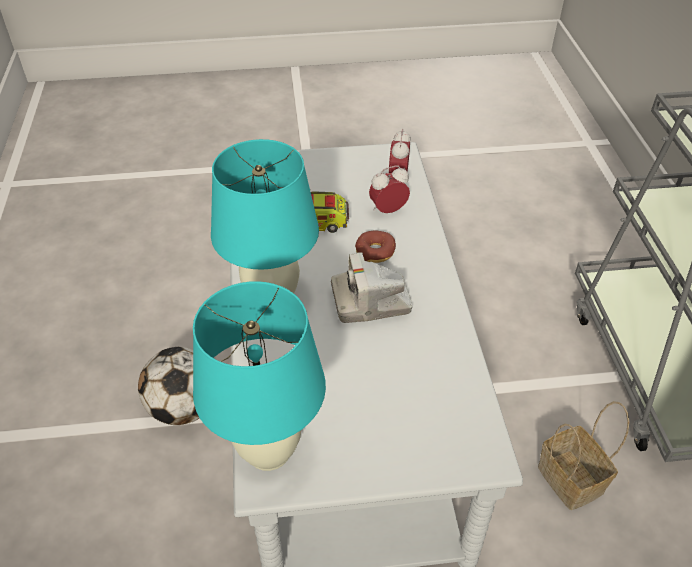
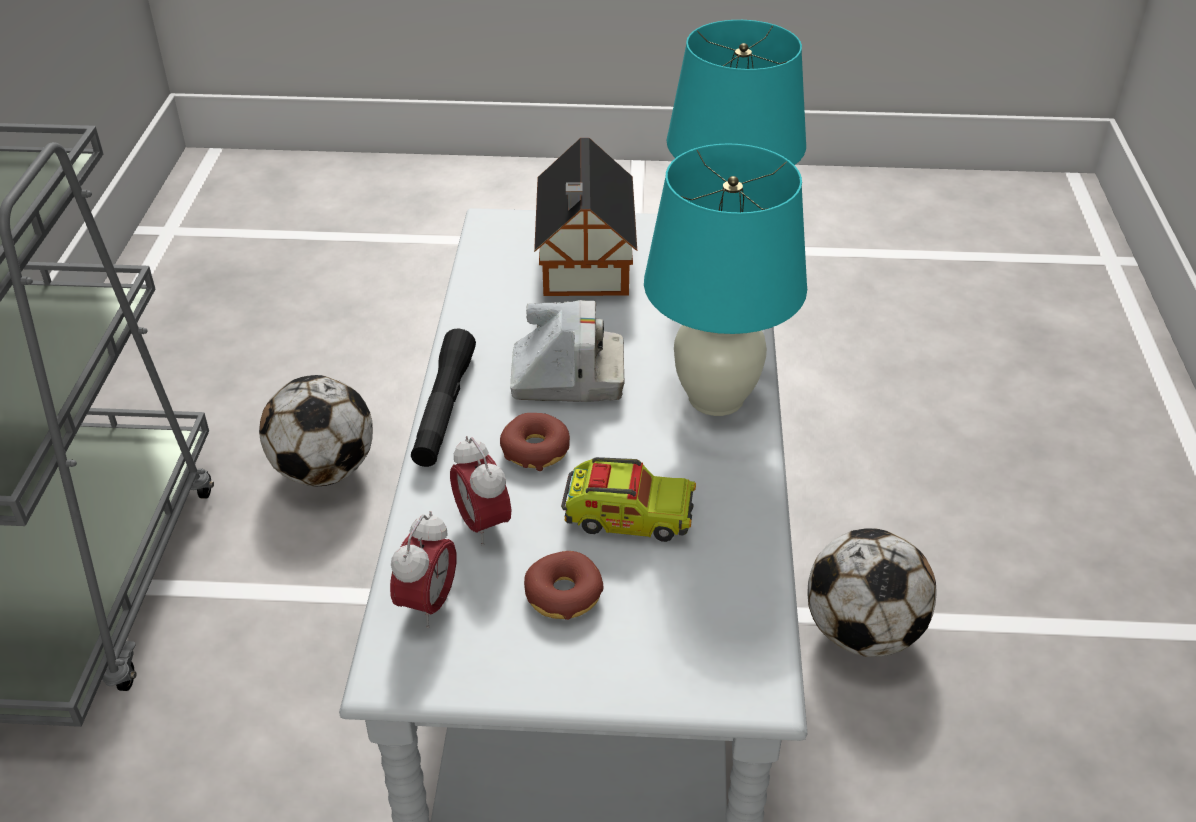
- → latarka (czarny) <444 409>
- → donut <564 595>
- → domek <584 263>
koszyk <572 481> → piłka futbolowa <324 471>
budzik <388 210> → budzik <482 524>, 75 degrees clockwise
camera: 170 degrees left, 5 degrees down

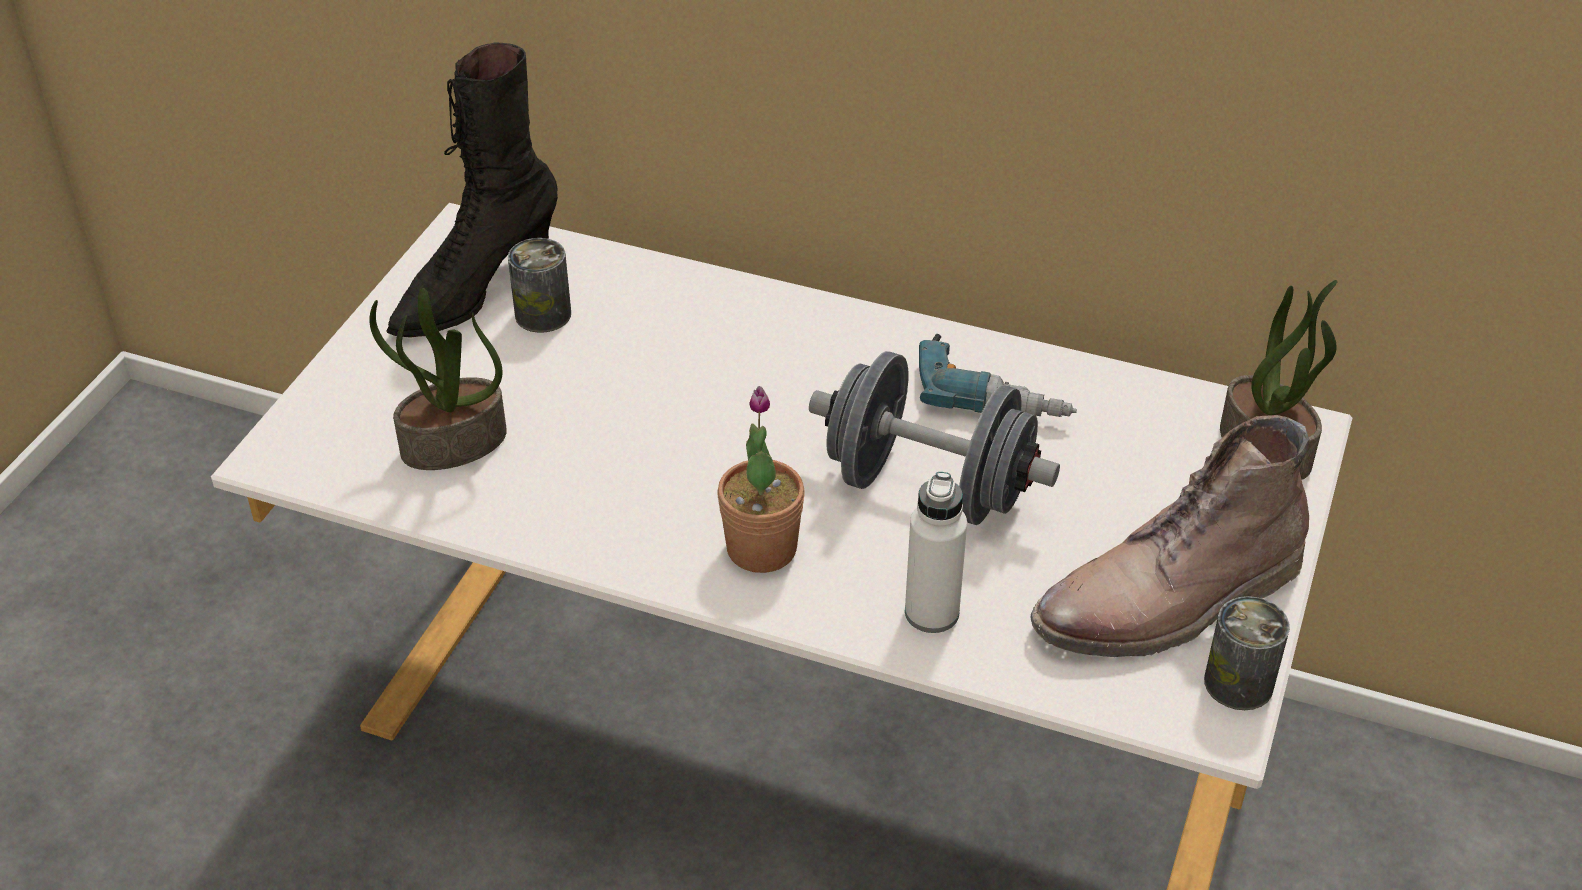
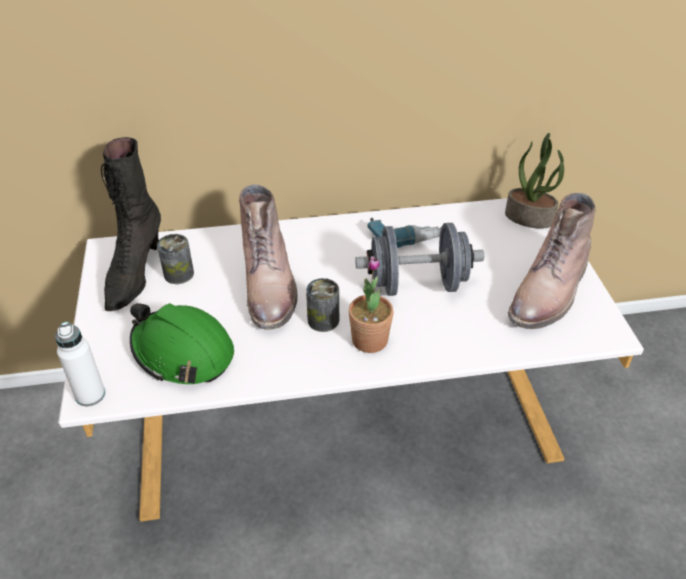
- → but z cholewką (brązowy) <270 285>
butelka (biały) <931 613> → butelka (biały) <90 395>, move
puszka <1238 683> → puszka <323 320>, move
roślina doniczkowa <453 445> → kask (zielony) <182 352>
camera: 30 degrees left, 0 degrees up

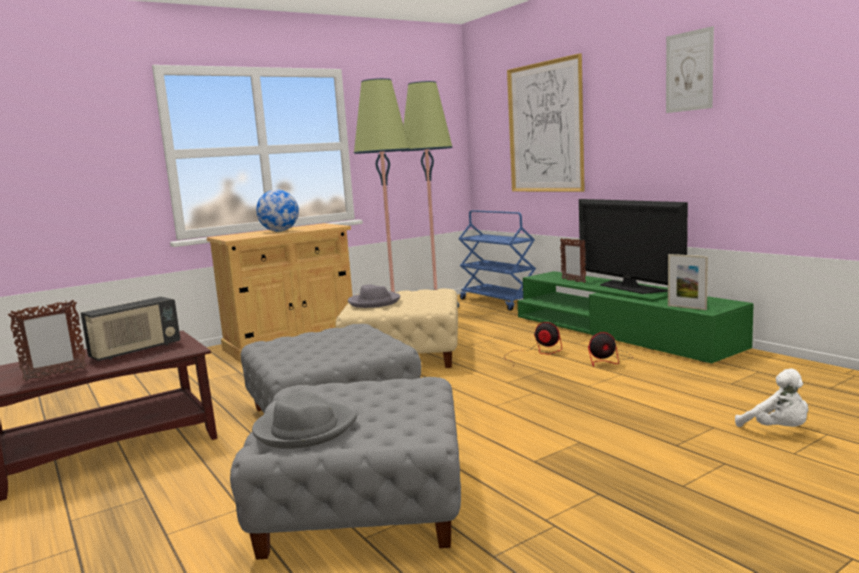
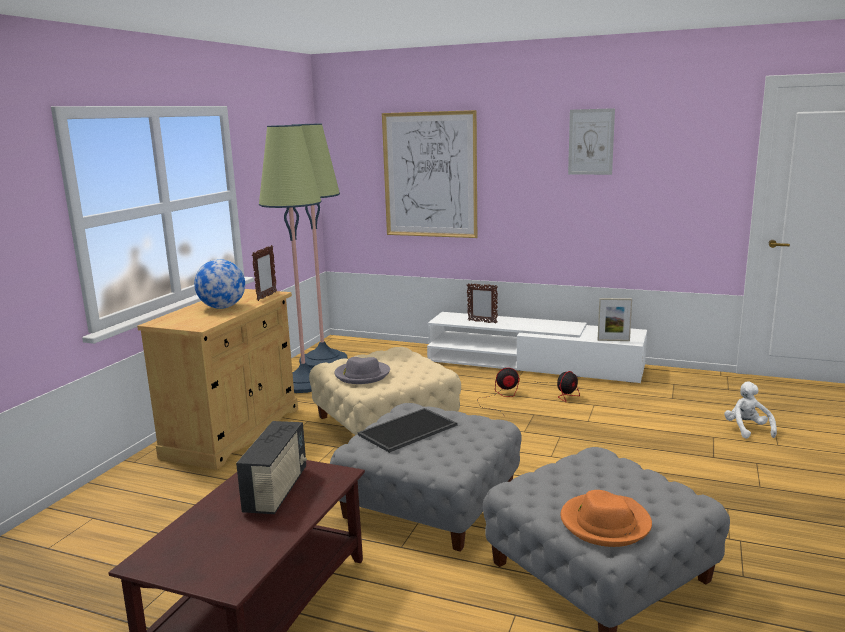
wózek (niebieski) <498 302> → -
telewizor <630 287> → -
- → taca <408 431>
ramka na zdjęcie <55 375> → ramka na zdjęcie <266 296>, move
kapelusz (szary) <304 429> → kapelusz (pomarańczowy) <605 523>
szafka pod telewizor (zielony) <619 332> → szafka pod telewizor (biały) <533 364>
pluszak (biały) <777 430> → pluszak (biały) <747 429>, 120 degrees counterclockwise
camera: 35 degrees left, 5 degrees up

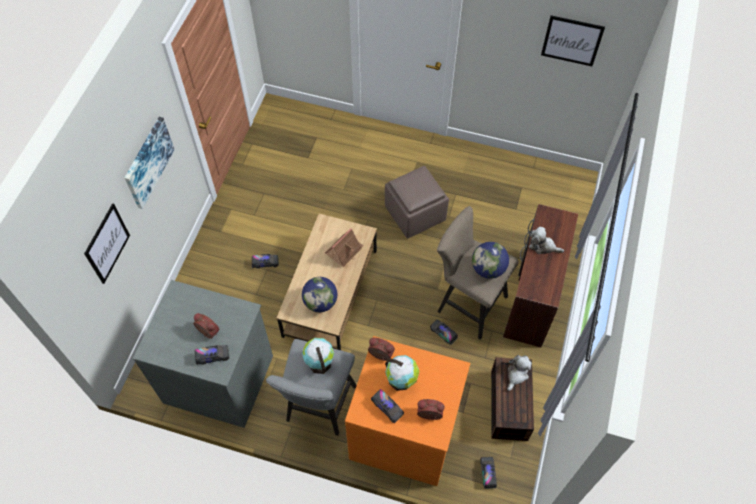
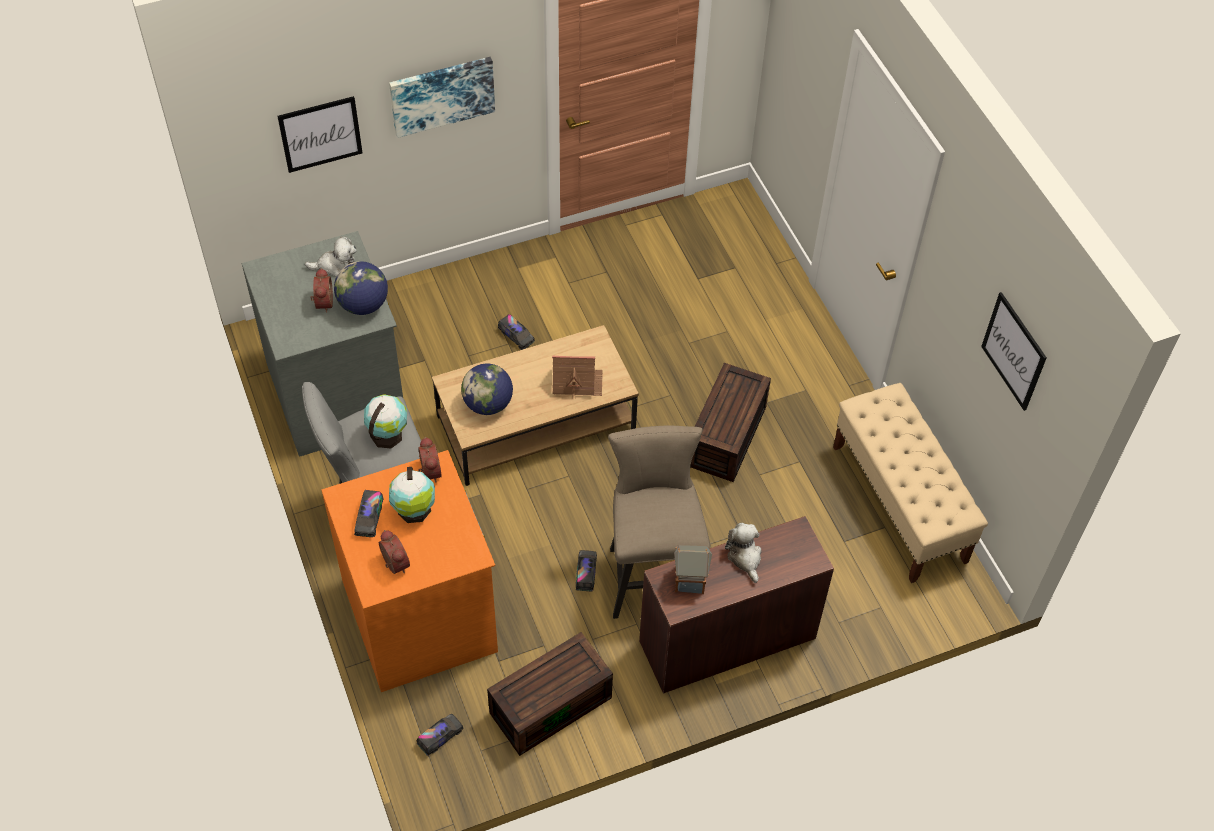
ciężarówka zabawkowa <212 356> → -
- → domek <690 580>
- → ławka (beżowy) <899 504>
globus <488 269> → globus <363 305>, move
pluszak <516 374> → pluszak <336 266>, move
pufa (brązowy) <415 214> → pojemnik do przechowywania (brązowy) <727 437>
camera: 50 degrees right, 5 degrees down

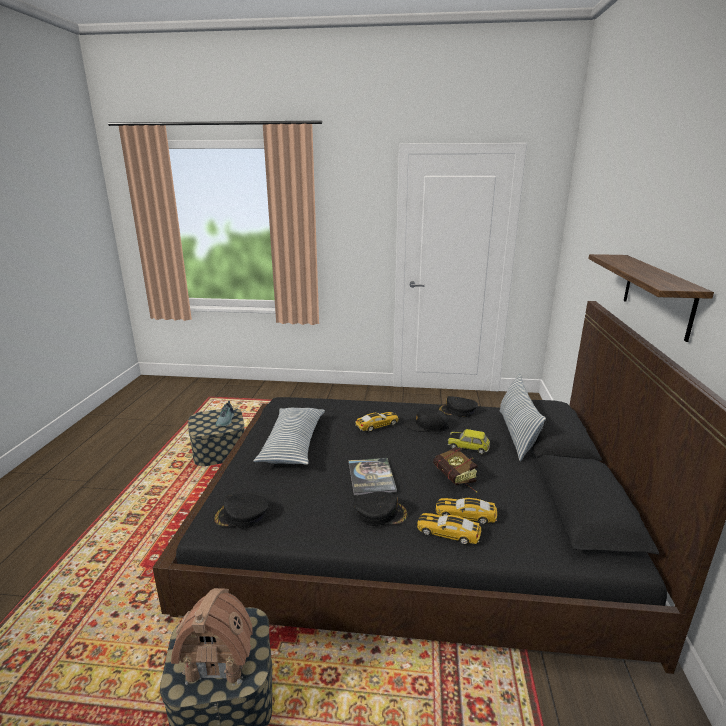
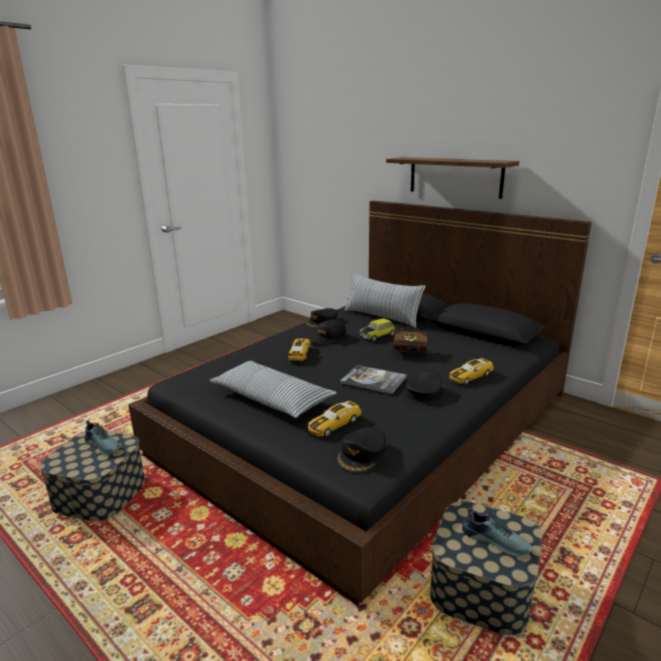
samochodzik <465 515> → samochodzik <334 424>, move
domek <219 658> → but <496 540>
camera: 55 degrees left, 0 degrees up

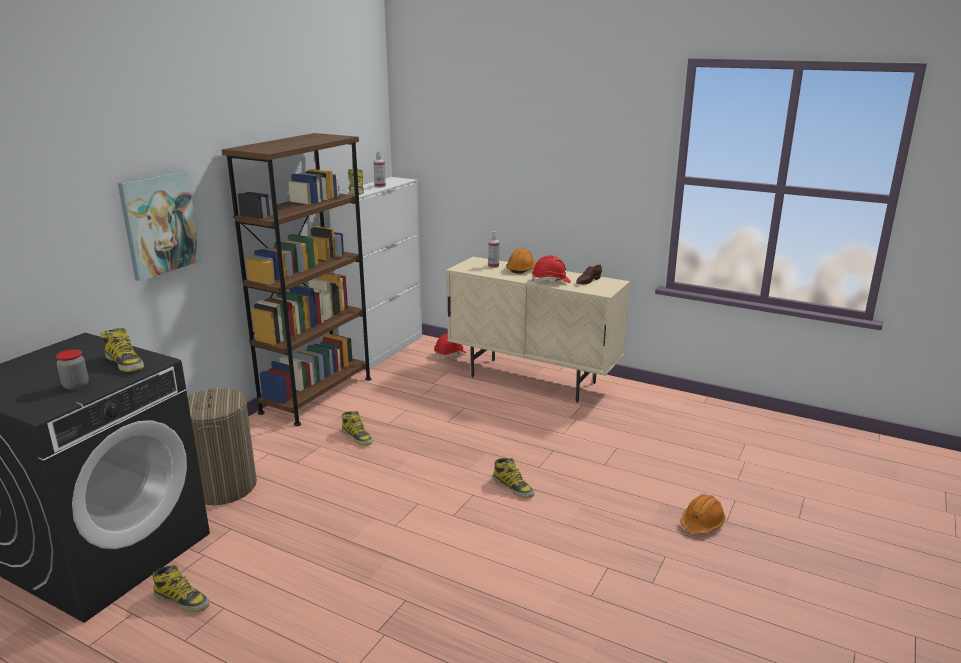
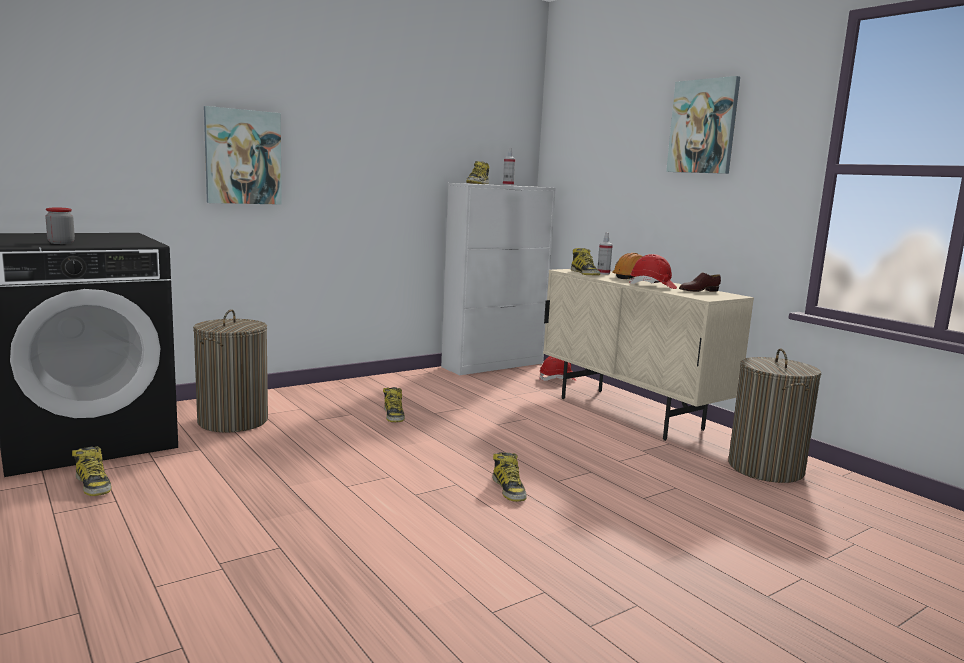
regał (brązowy) <317 395> → -
kask (pomarańczowy) <702 523> → -
- → obraz <703 126>
- → kosz na pranie <765 468>
but z cholewką <125 363> → but z cholewką <585 273>, move
camera: 25 degrees right, 10 degrees down

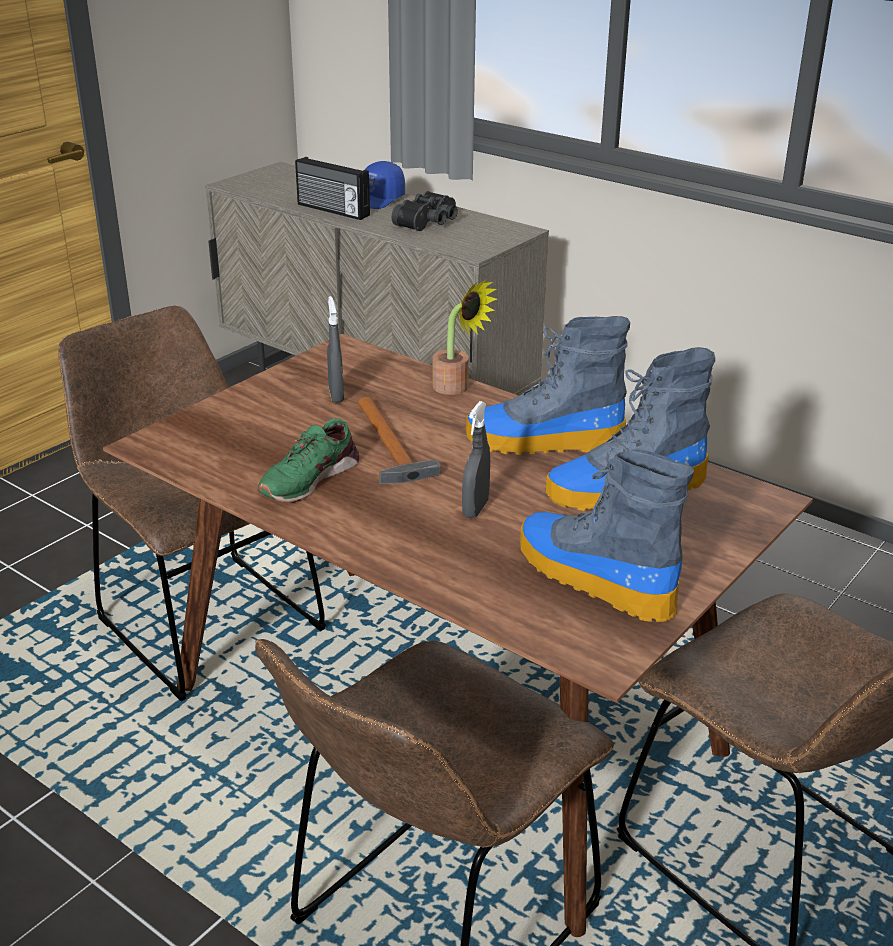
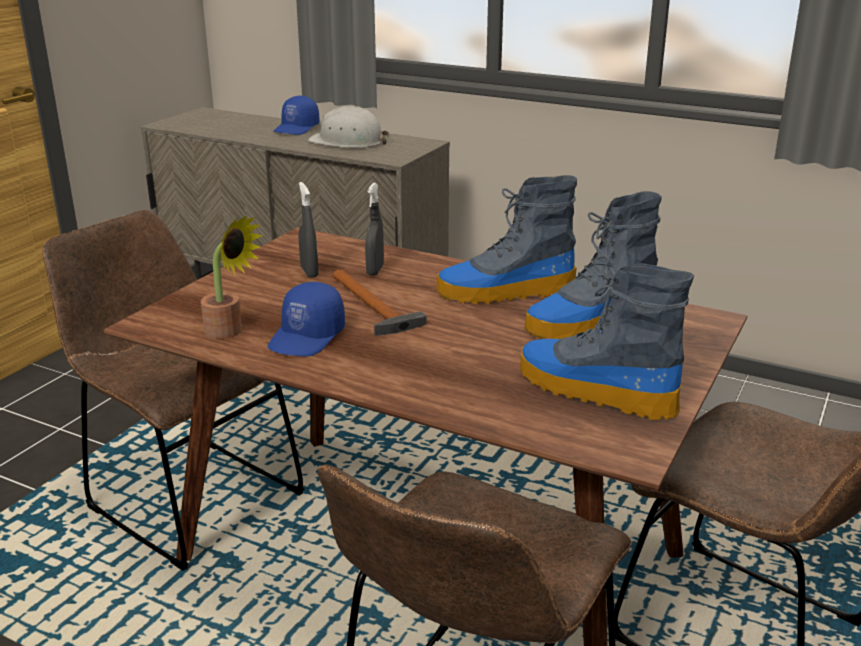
radio <332 210> → -
roślina doniczkowa <456 388> → roślina doniczkowa <229 332>, move
spryskiwacz (szary) <475 509> → spryskiwacz (szary) <375 270>, move
but (zielony) <308 479> → czapka z daszkiem (niebieski) <308 337>
lornetka (czarny) <429 223> → kask (biały) <348 141>
camera: 10 degrees left, 5 degrees down

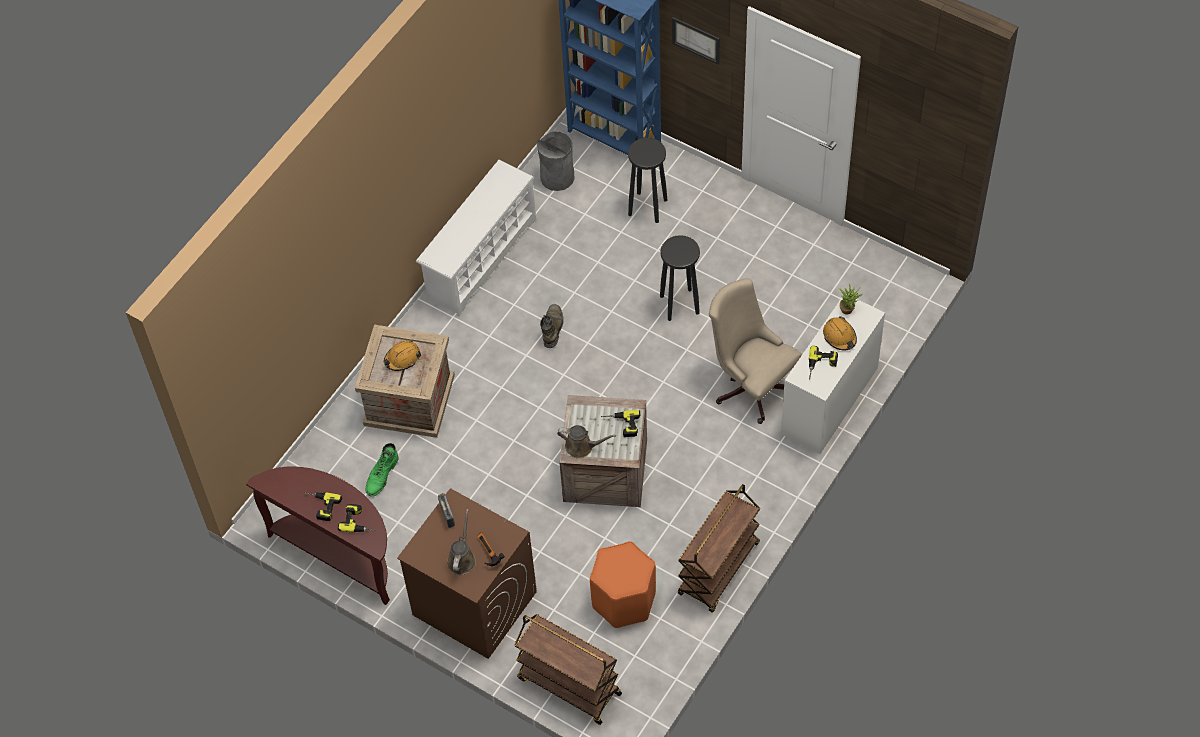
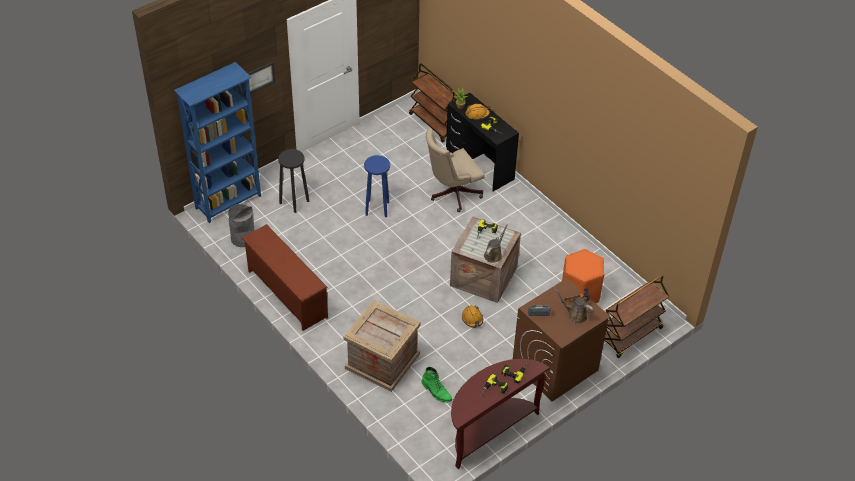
but z cholewką (zielony) <552 327> → -
kask (pomarańczowy) <402 358> → kask (pomarańczowy) <472 319>, move
wózek (brązowy) <719 570> → wózek (brązowy) <435 124>, move
regał na buty (biały) <480 258> → regał na buty (brązowy) <286 294>
stołek (czarny) <680 304> → stołek (niebieski) <377 208>
biurko (biały) <830 401> → biurko (czarny) <480 164>
camera: 75 degrees left, 10 degrees down

